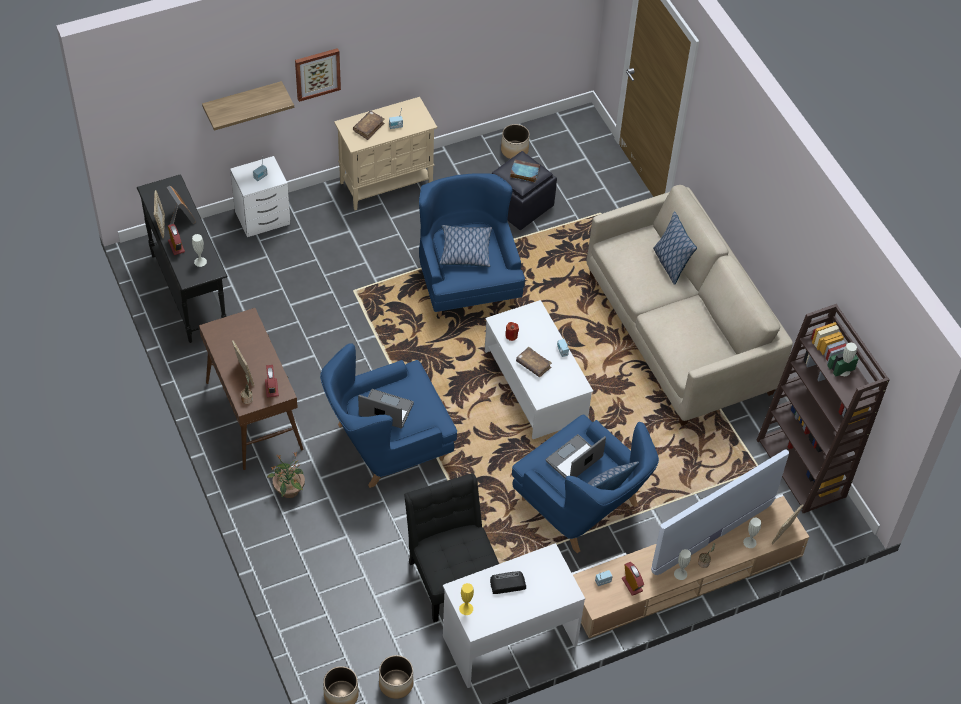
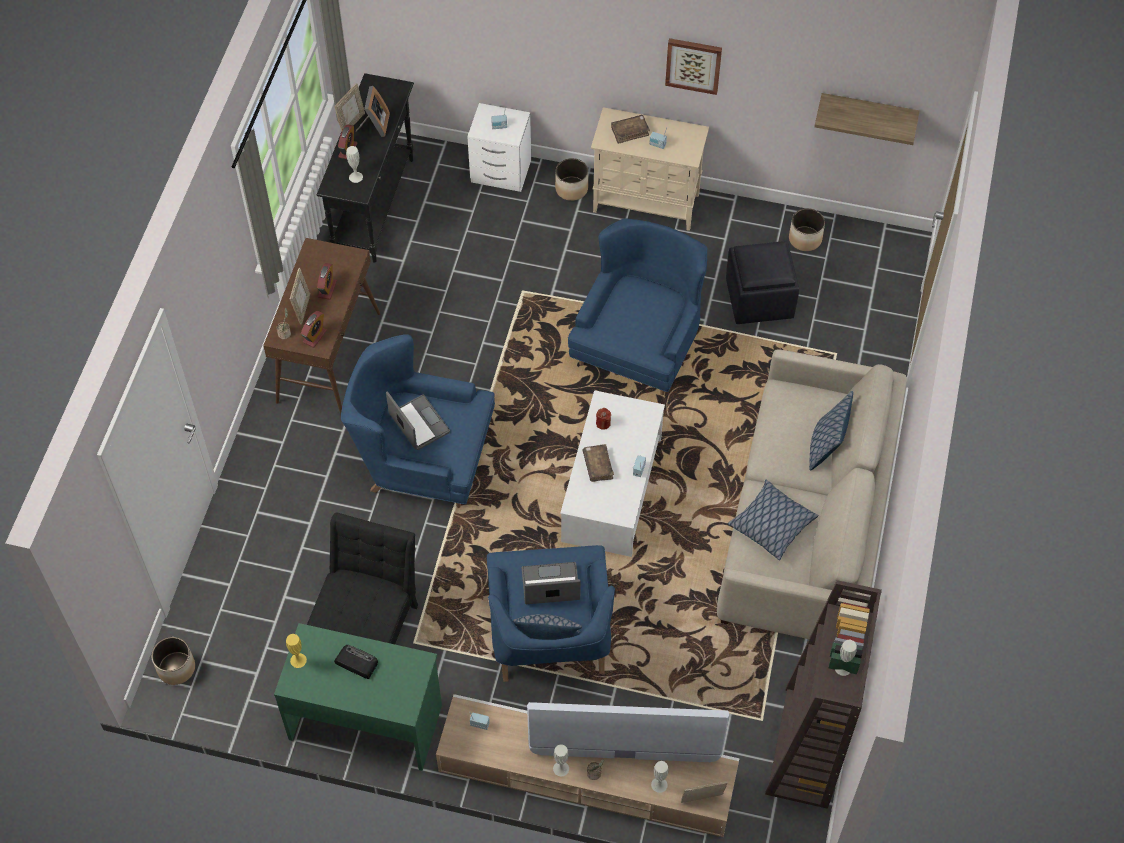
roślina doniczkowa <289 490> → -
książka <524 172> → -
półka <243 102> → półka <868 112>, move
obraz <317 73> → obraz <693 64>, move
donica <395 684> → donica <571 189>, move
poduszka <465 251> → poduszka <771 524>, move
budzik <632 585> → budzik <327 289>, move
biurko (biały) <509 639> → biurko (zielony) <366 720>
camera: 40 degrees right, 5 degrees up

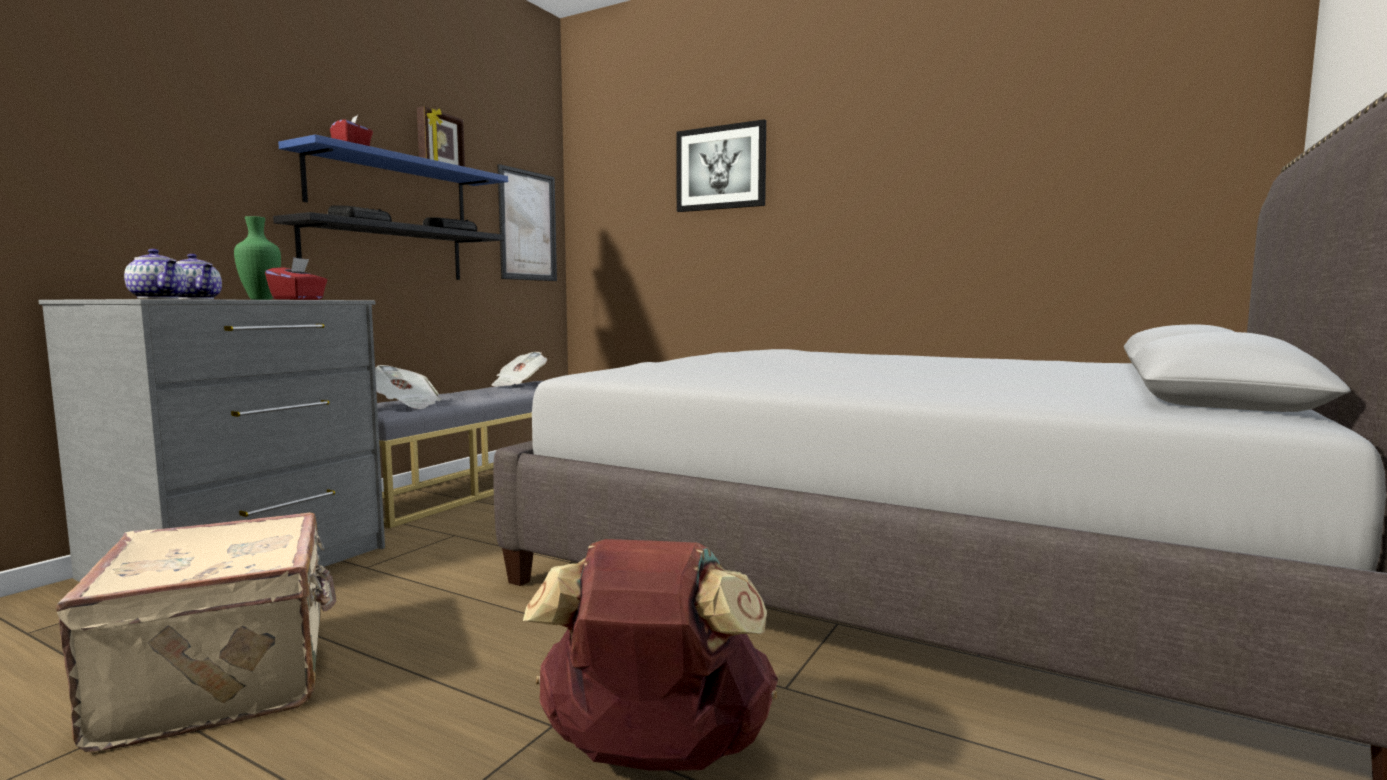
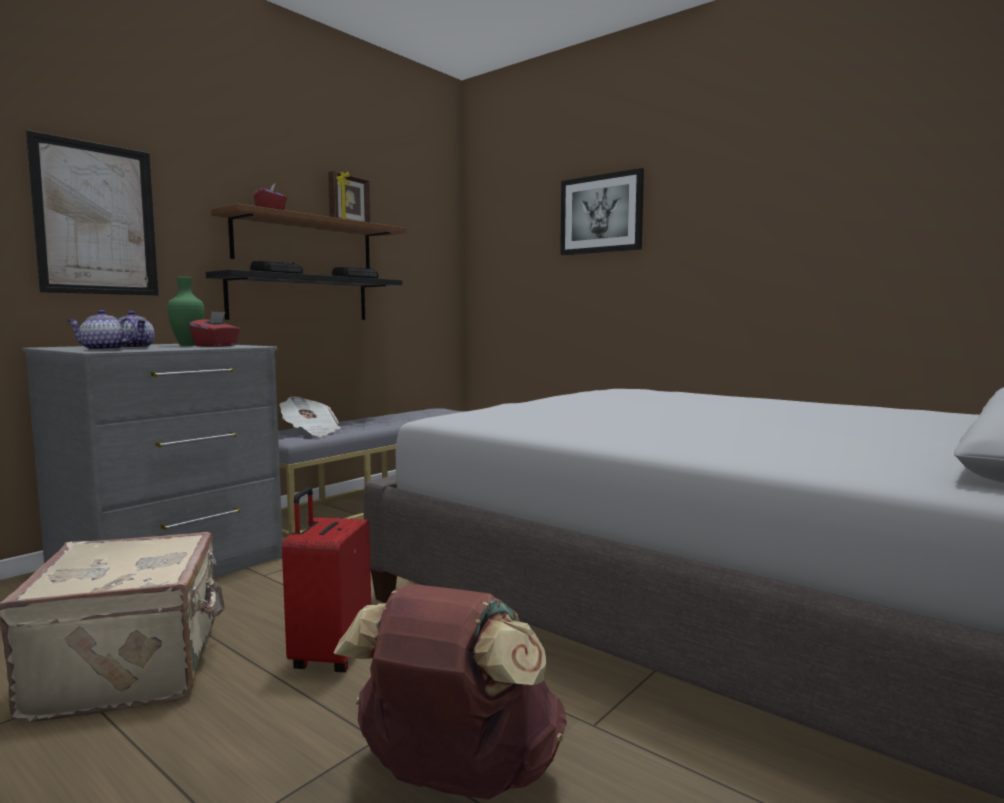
gazeta <518 384> → -
- → walizka (czerwony) <330 655>
obraz <527 226> → obraz <96 219>, move
półka (niebieski) <390 188> → półka (brązowy) <305 243>
imbryk <160 298> → imbryk <103 350>, 135 degrees clockwise
camera: 10 degrees right, 0 degrees up

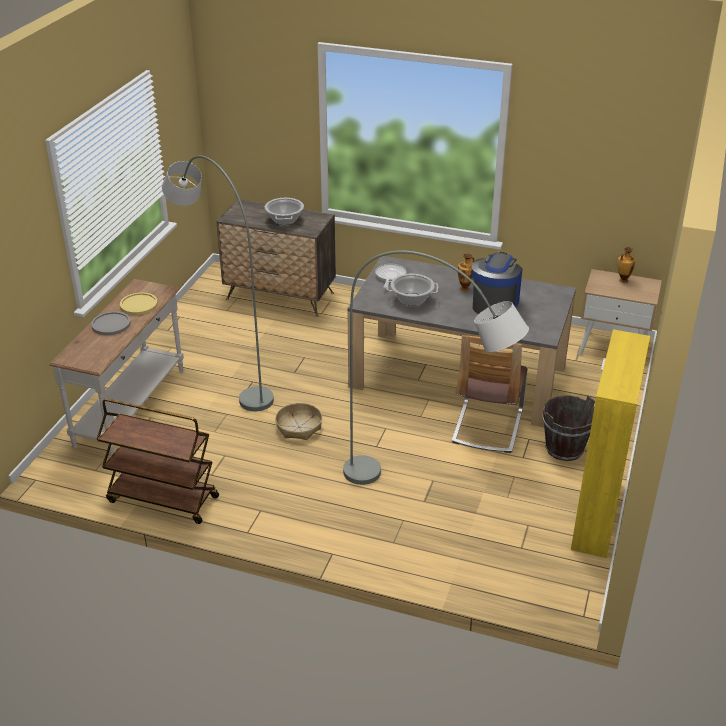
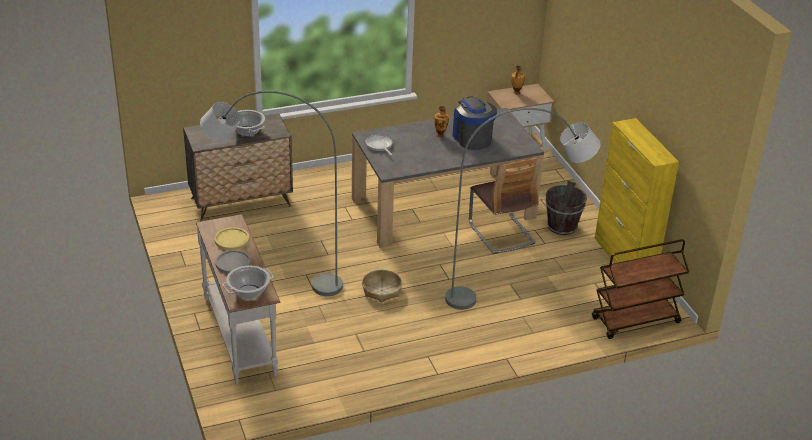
wózek (brązowy) <162 499> → wózek (brązowy) <635 321>, move
garnek <412 299> → garnek <249 292>, move
camera: 40 degrees left, 0 degrees up

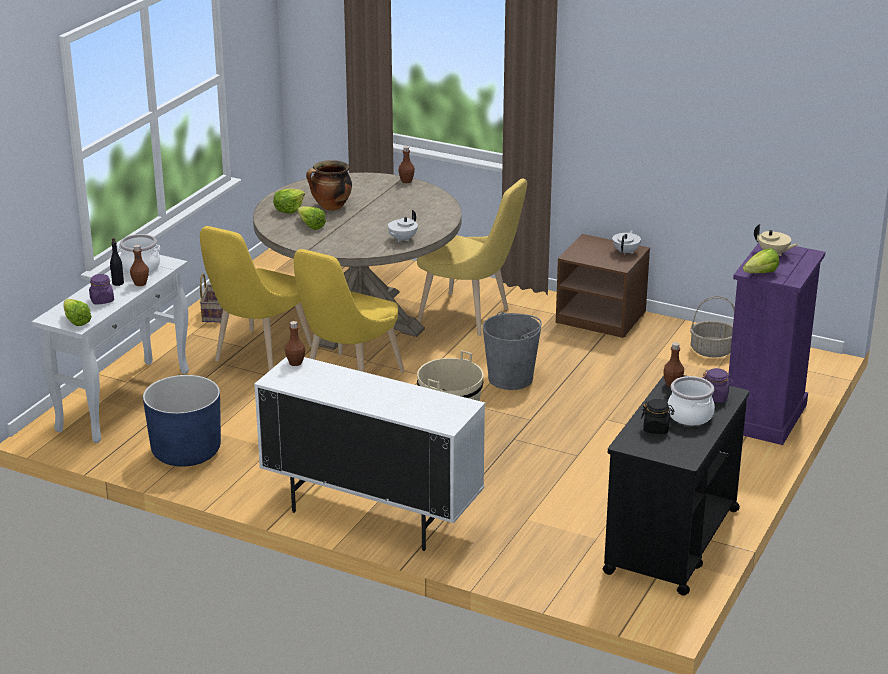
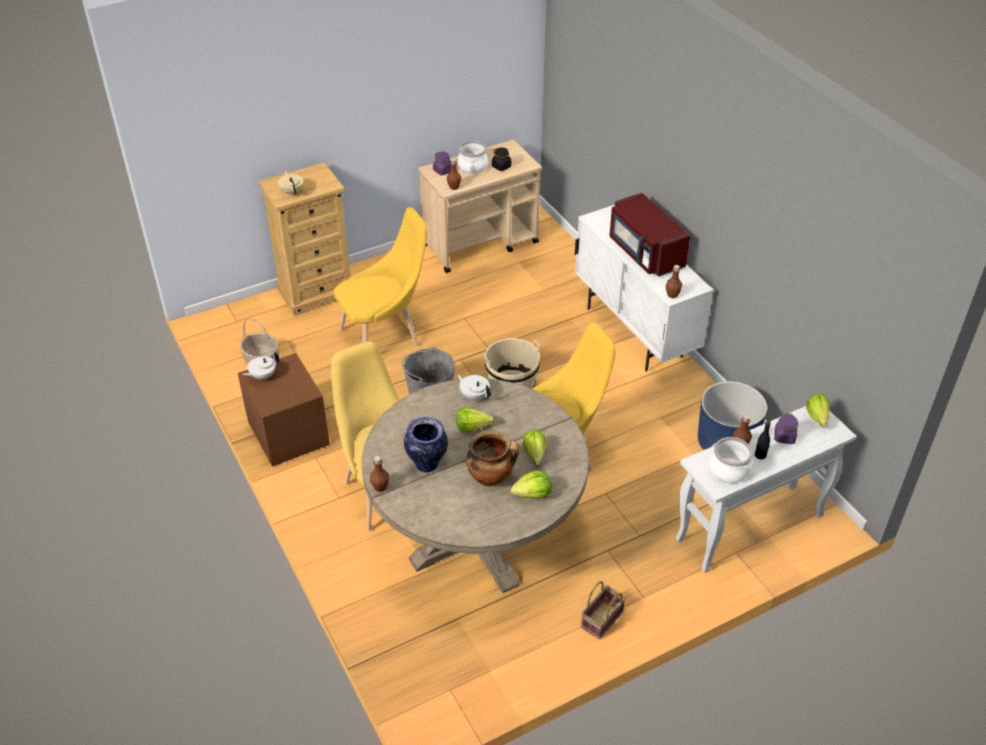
- → wazon <427 464>
- → mikrofalówka (czerwony) <645 253>
krzesło (żółty) <258 356> → krzesło (żółty) <385 336>, move
sałata <757 274> → sałata <475 427>, move
wózek (czarny) <671 541> → wózek (beżowy) <481 244>
komoda (fioletowy) <764 417> → komoda (beżowy) <316 292>
imbryk (biały) <402 239> → imbryk (biały) <474 396>, 120 degrees counterclockwise
camera: 145 degrees left, 15 degrees up

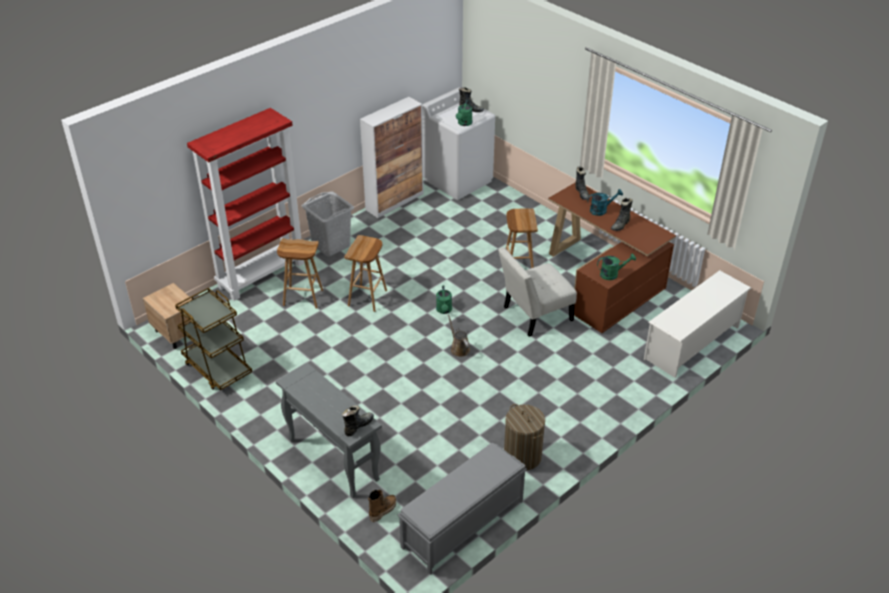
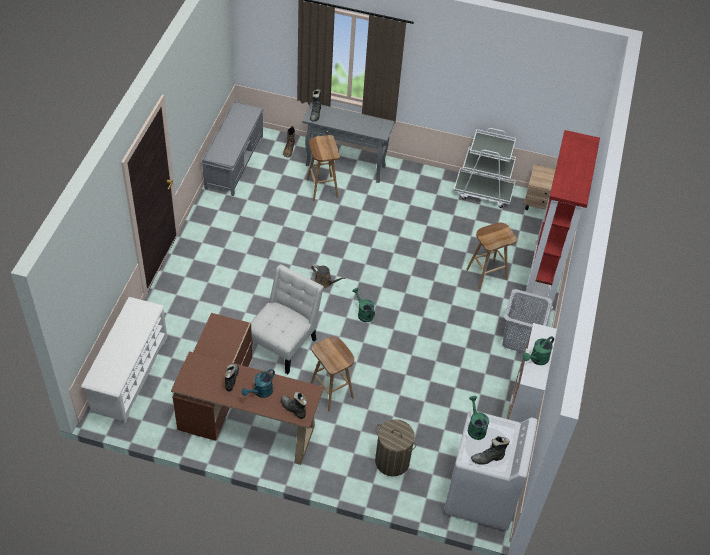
stołek (brązowy) <367 298> → stołek (brązowy) <322 188>, move
kosz na pranie <522 456> → kosz na pranie <392 461>, move
konewka (zielony) <612 274> → konewka (zielony) <537 359>, move
wózek (brązowy) <217 368> → wózek (biały) <483 192>
camera: 145 degrees right, 10 degrees up

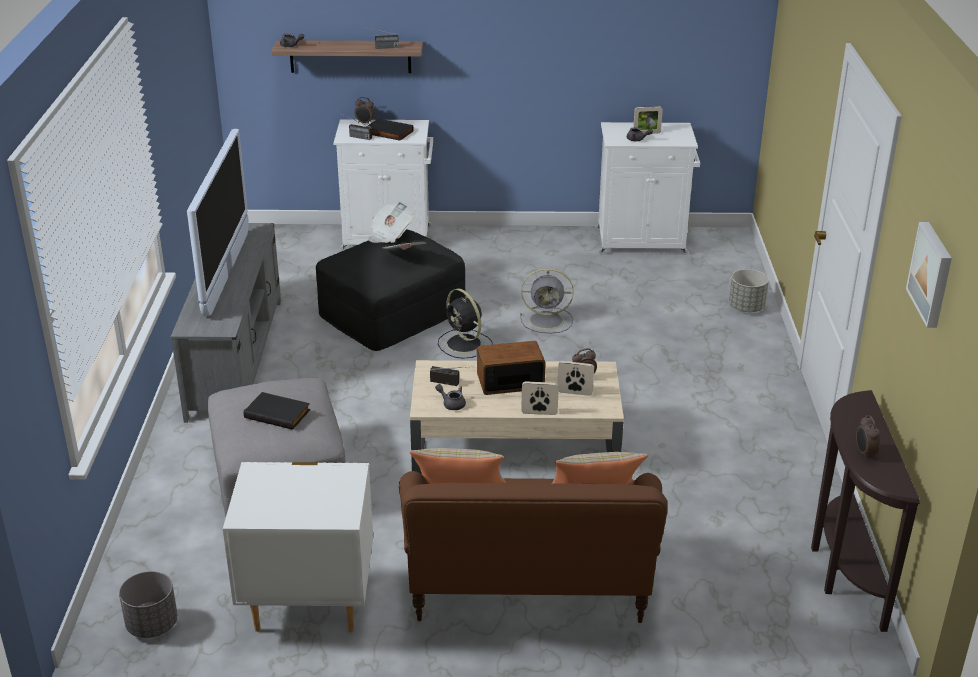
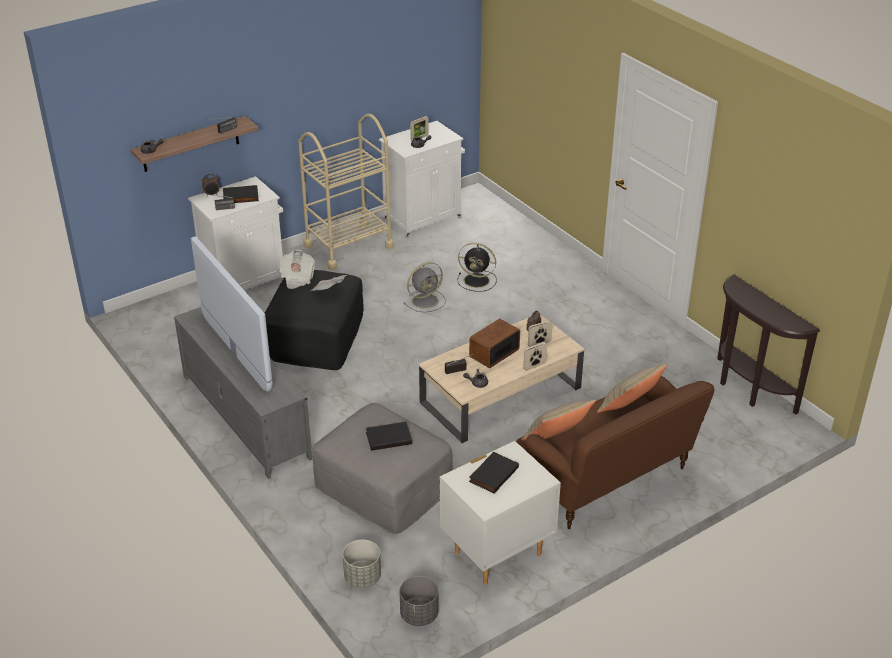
budzik <864 453> → -
obraz <932 274> → -
- → wózek (beżowy) <348 246>
- → książka (czarny) <493 474>
wentylator (czarny) <465 344> → wentylator (czarny) <477 281>, move
donica (szary) <746 308> → donica (szary) <363 577>, move
camera: 35 degrees left, 5 degrees up

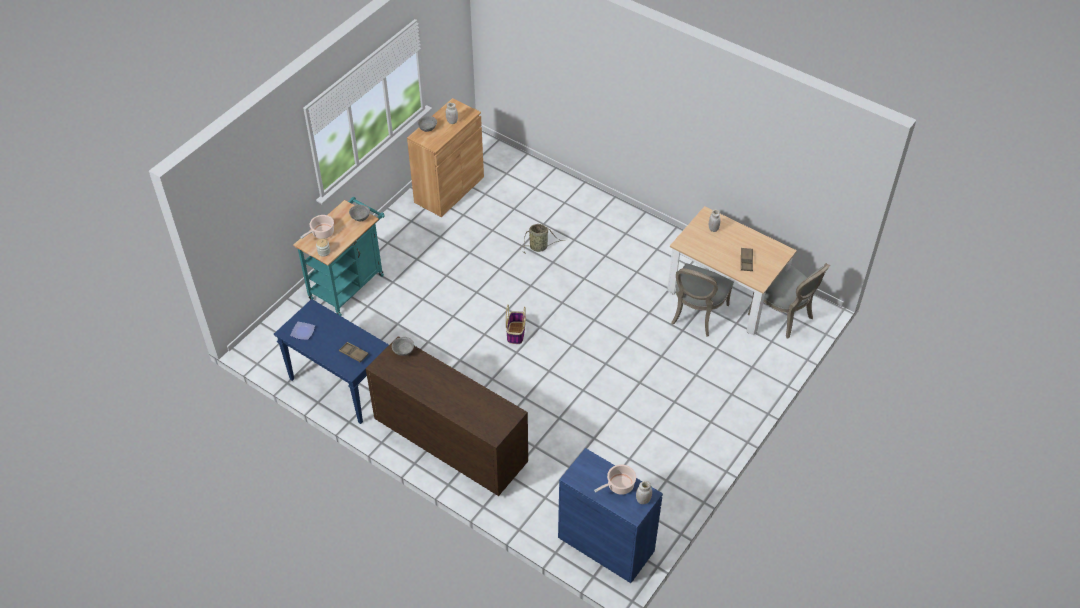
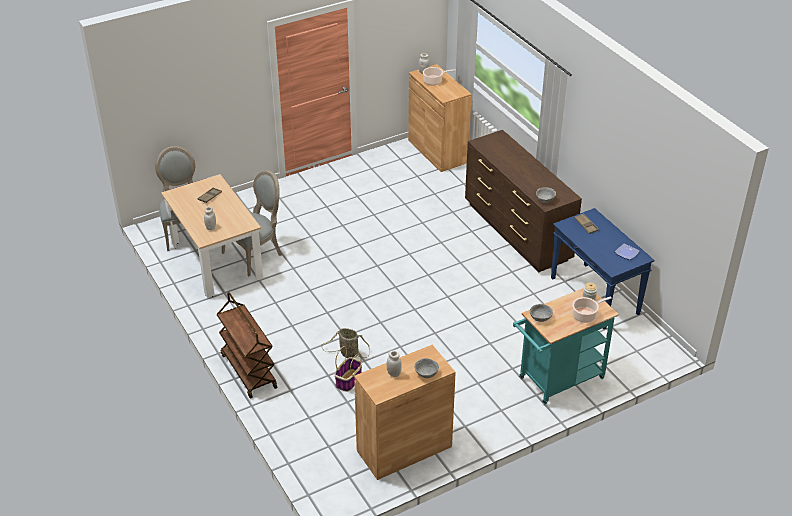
- → wózek (brązowy) <248 371>
koszyk <516 332> → koszyk <348 381>, move
szafka (niebieski) <606 544> → szafka (brązowy) <437 151>
camera: 155 degrees left, 10 degrees down

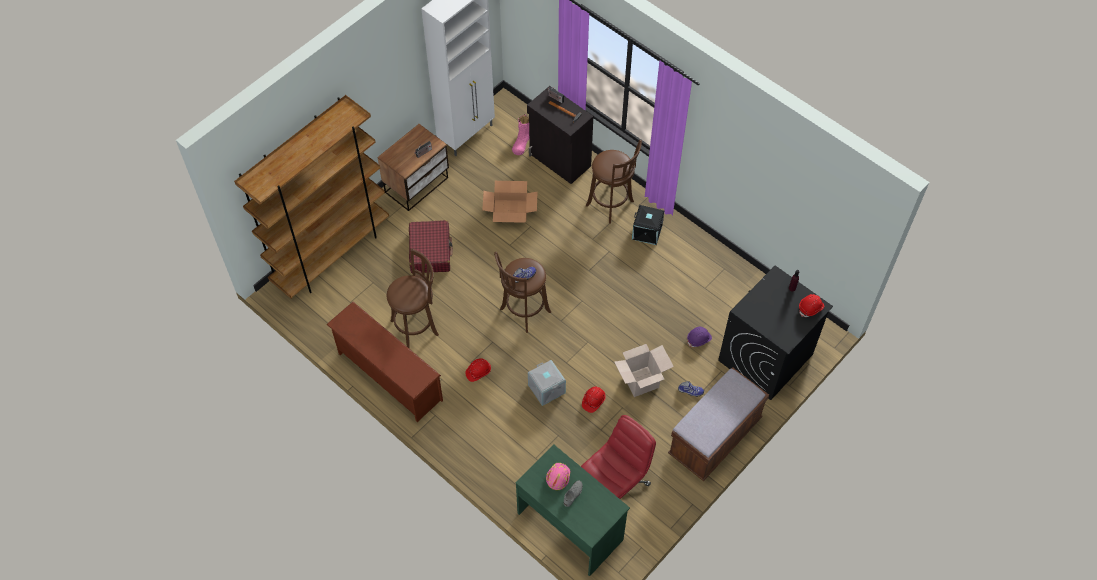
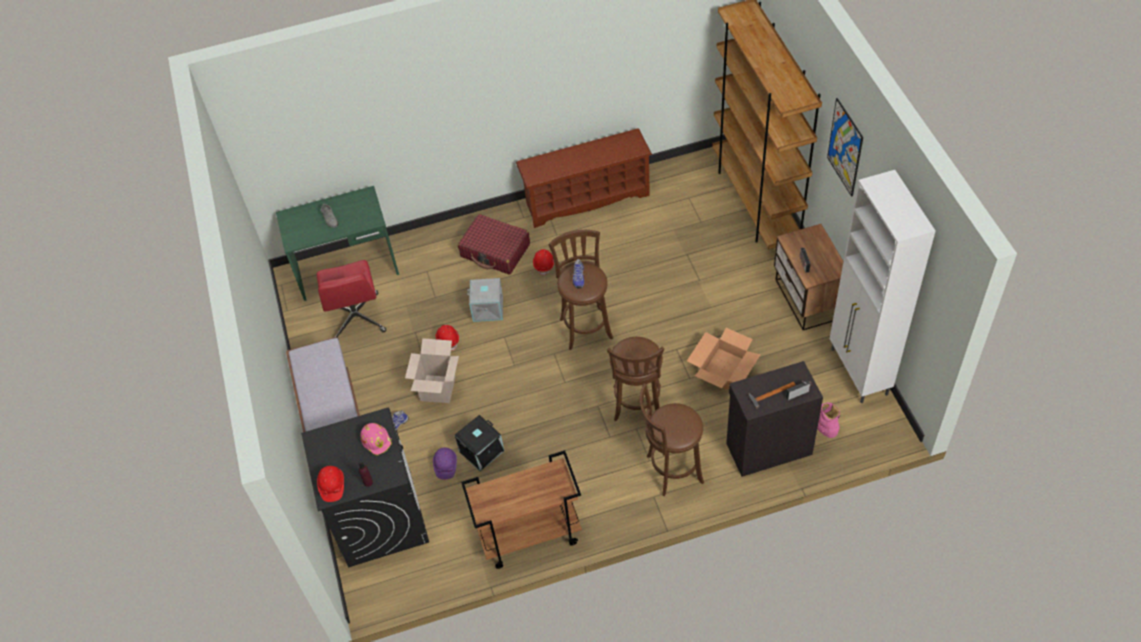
- → wózek (brązowy) <529 536>
- → obraz <845 147>
stołek (brązowy) <417 327> → stołek (brązowy) <637 405>, move
walizka (czerwony) <430 251> → walizka (czerwony) <495 251>, move
kask (różowy) <557 477> → kask (różowy) <377 441>, move
pojemnik do przechowywania (czarny) <647 231> → pojemnik do przechowywania (czarny) <481 452>, move
camera: 125 degrees right, 5 degrees down

